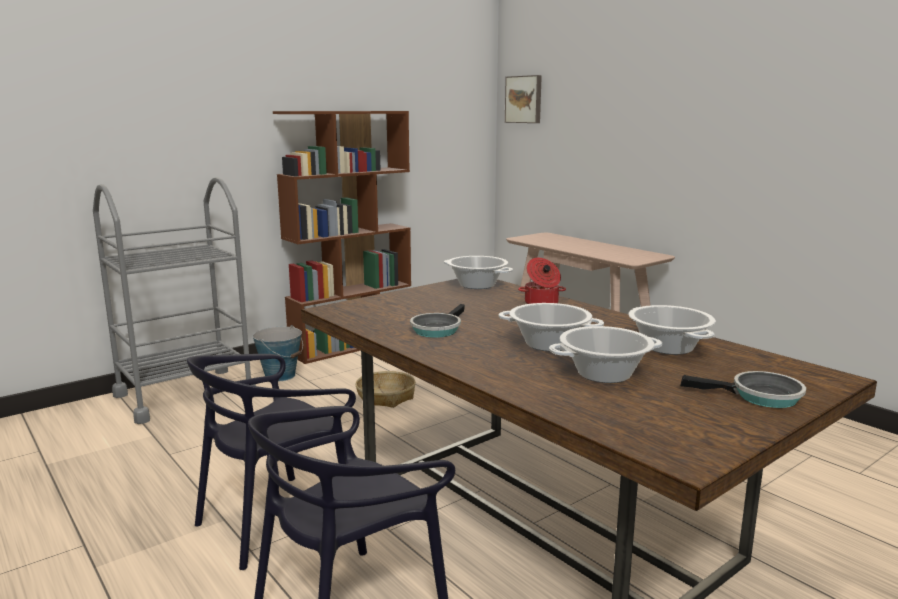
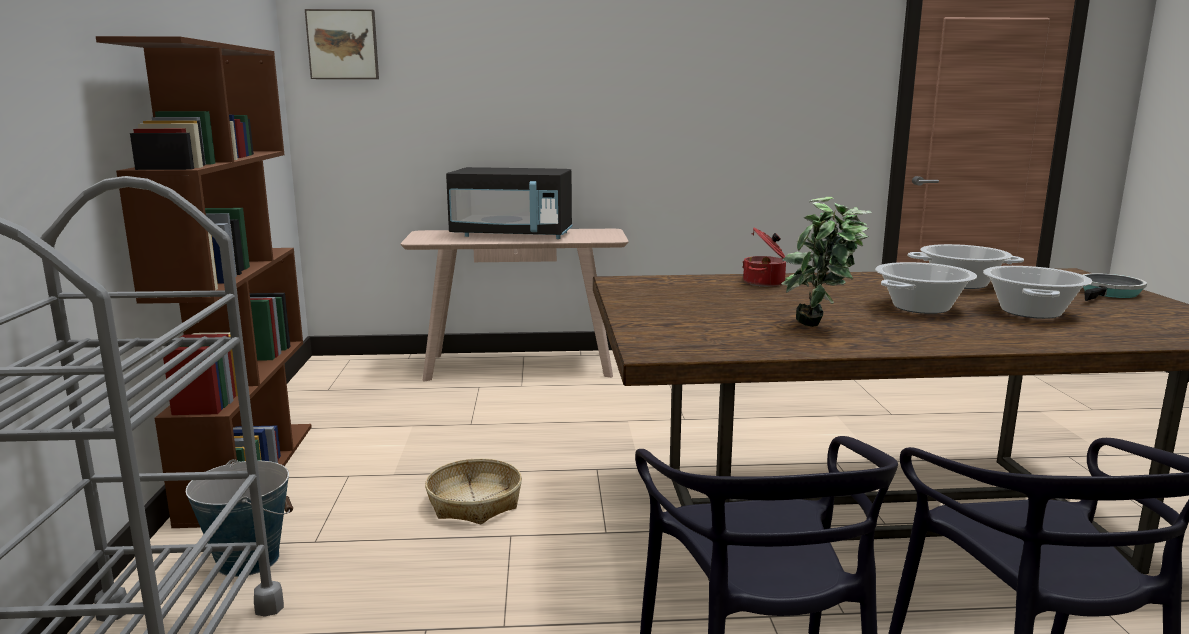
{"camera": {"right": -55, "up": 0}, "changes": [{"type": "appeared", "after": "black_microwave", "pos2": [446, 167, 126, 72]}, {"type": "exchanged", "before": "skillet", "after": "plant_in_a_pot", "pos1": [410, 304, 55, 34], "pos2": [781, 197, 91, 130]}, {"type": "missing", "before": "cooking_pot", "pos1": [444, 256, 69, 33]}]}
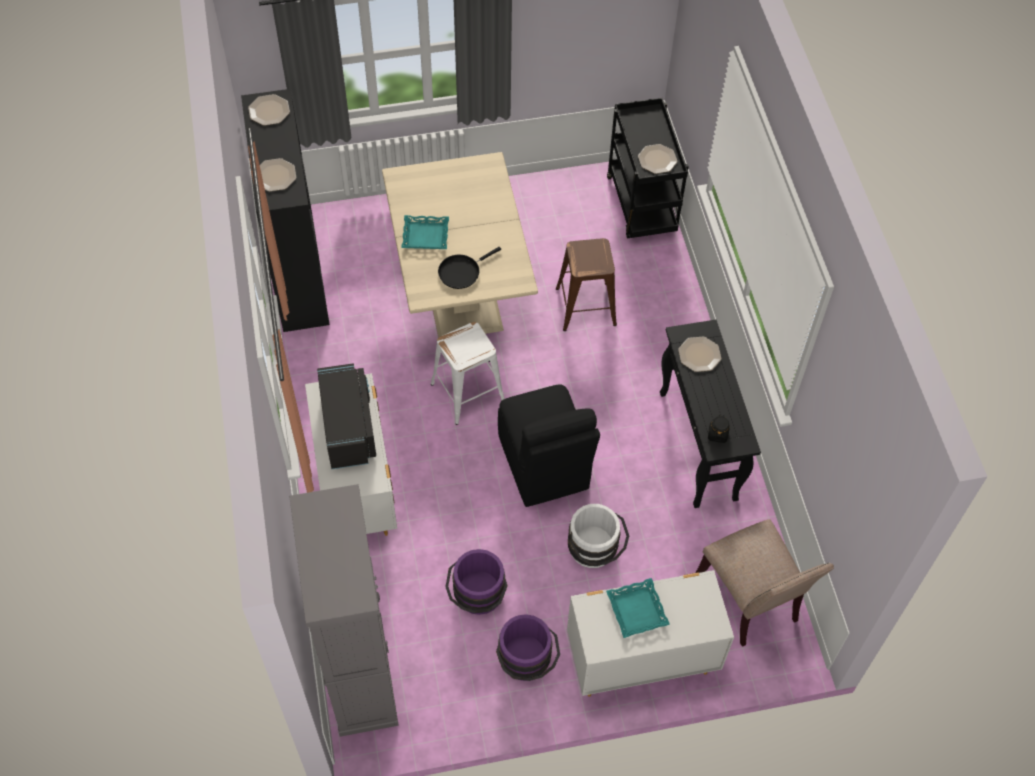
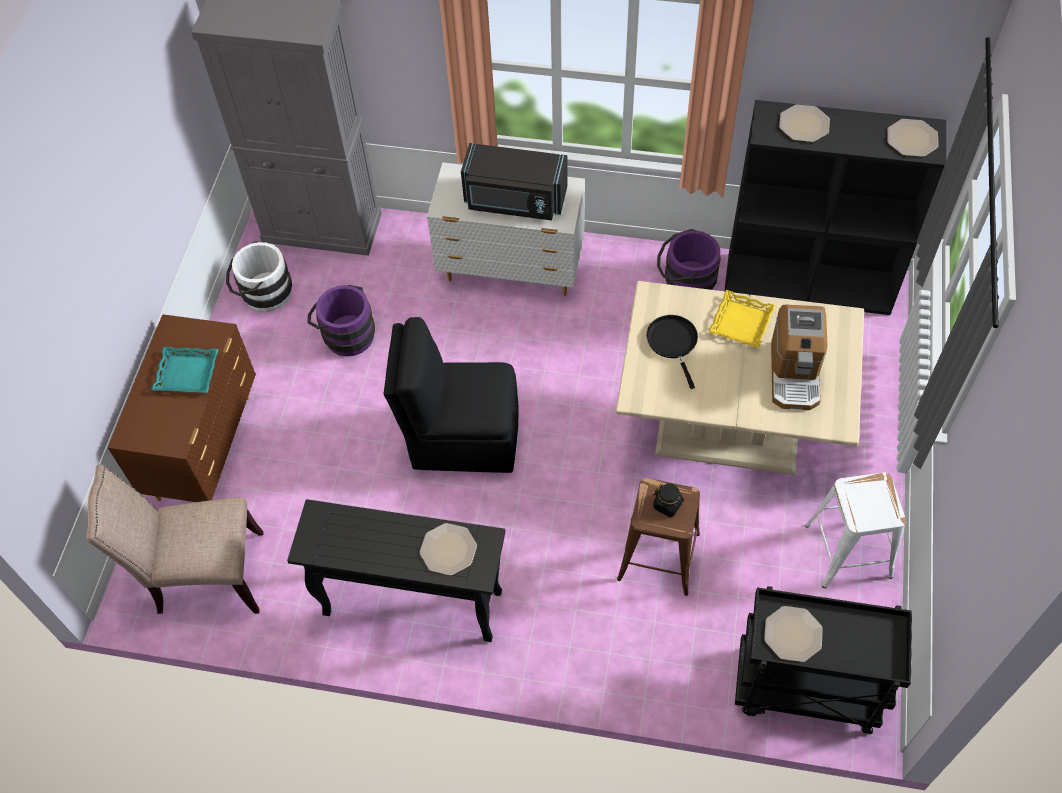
{"camera": {"right": 115, "up": 0}, "changes": [{"type": "colour", "before": "whitish_chest_of_drawers", "after": "brownish_chest_of_drawers", "pos1": [567, 570, 167, 127], "pos2": [108, 314, 148, 188]}, {"type": "relocated", "before": "whitish_water_bucket", "pos1": [568, 504, 61, 64], "pos2": [226, 241, 66, 71]}, {"type": "relocated", "before": "black_storage_jar", "pos1": [708, 415, 22, 28], "pos2": [653, 484, 31, 33]}, {"type": "relocated", "before": "purple_water_bucket", "pos1": [496, 614, 64, 67], "pos2": [657, 229, 64, 61]}, {"type": "colour", "before": "turquoise_serving_tray", "after": "yellow-coloured_serving_tray", "pos1": [401, 215, 48, 34], "pos2": [708, 290, 68, 58]}, {"type": "appeared", "after": "coffee_machine", "pos2": [771, 305, 56, 105]}, {"type": "relocated", "before": "whitish_stool_seat", "pos1": [431, 322, 74, 103], "pos2": [805, 472, 101, 116]}]}
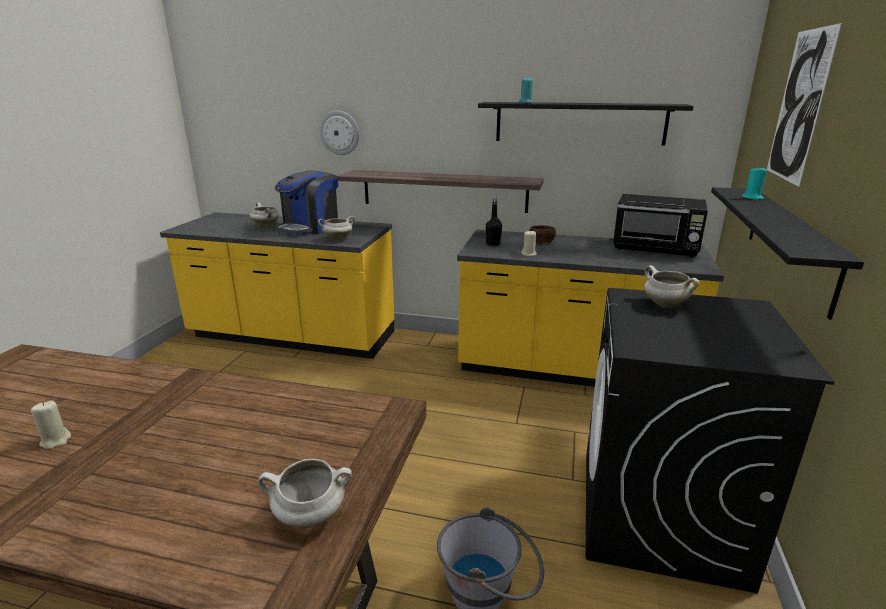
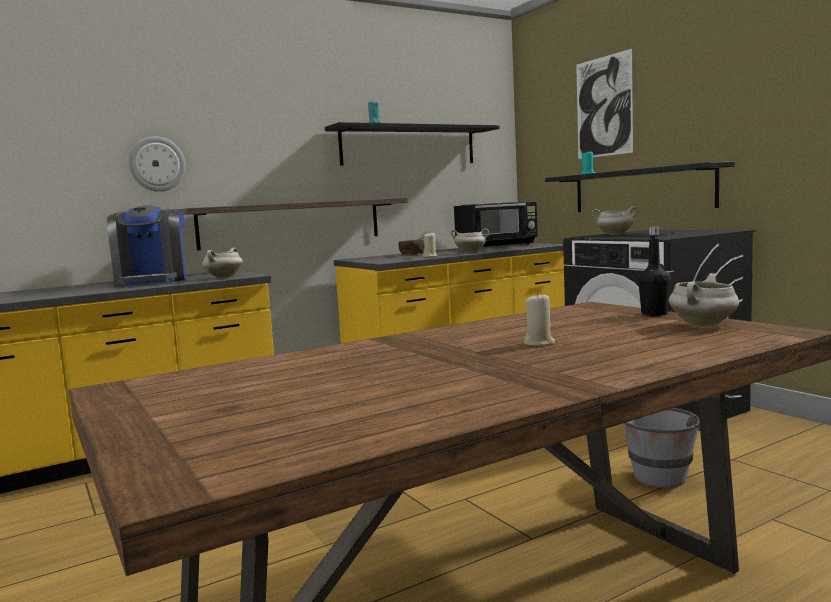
{"camera": {"right": -45, "up": -15}, "changes": [{"type": "relocated", "before": "whitish_cooking_pot", "pos1": [250, 203, 29, 24], "pos2": [451, 229, 38, 24]}, {"type": "relocated", "before": "beige-coloured_wax_light", "pos1": [31, 400, 40, 49], "pos2": [524, 292, 31, 54]}, {"type": "relocated", "before": "black_beverage_bottle", "pos1": [486, 197, 16, 49], "pos2": [638, 226, 33, 90]}]}
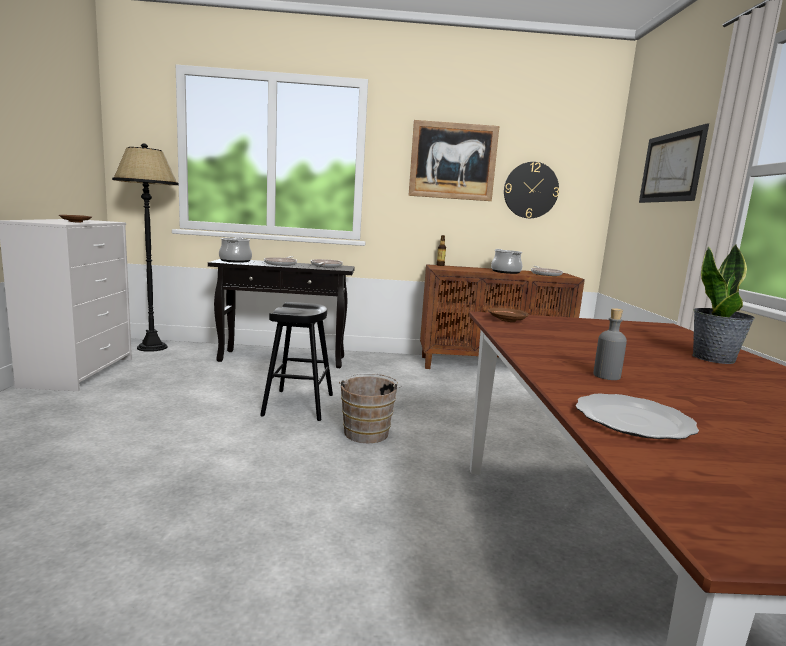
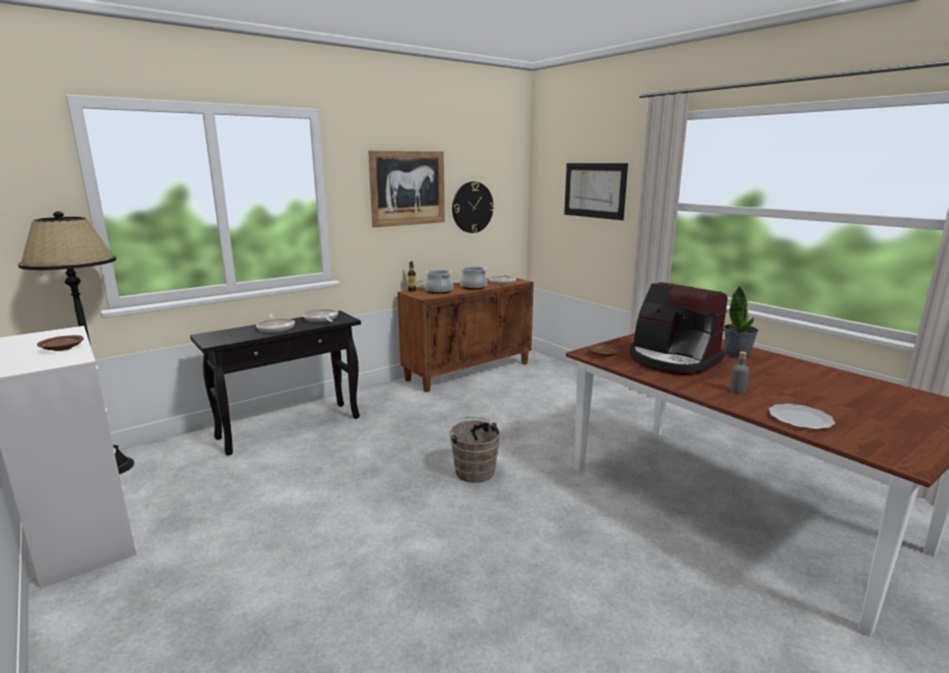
{"camera": {"right": -35, "up": 5}, "changes": [{"type": "relocated", "before": "cooking_pot", "pos1": [219, 237, 33, 26], "pos2": [424, 269, 29, 25]}, {"type": "appeared", "after": "coffee_machine", "pos2": [629, 282, 99, 94]}, {"type": "missing", "before": "black_stool_seat", "pos1": [260, 302, 73, 119]}]}
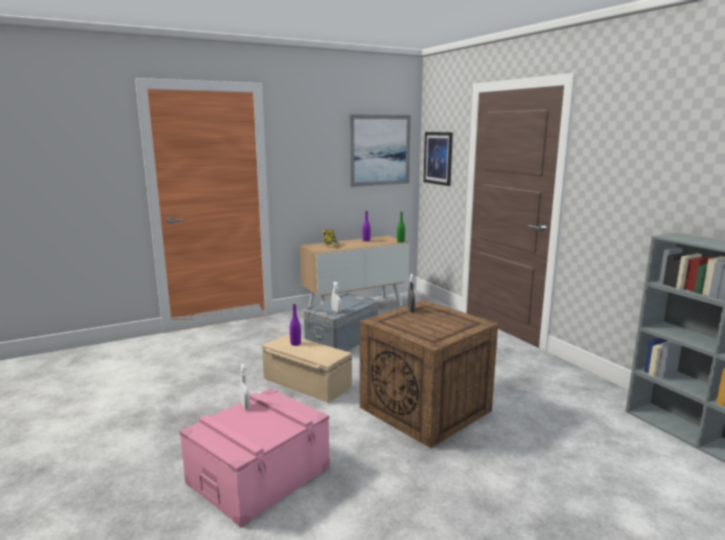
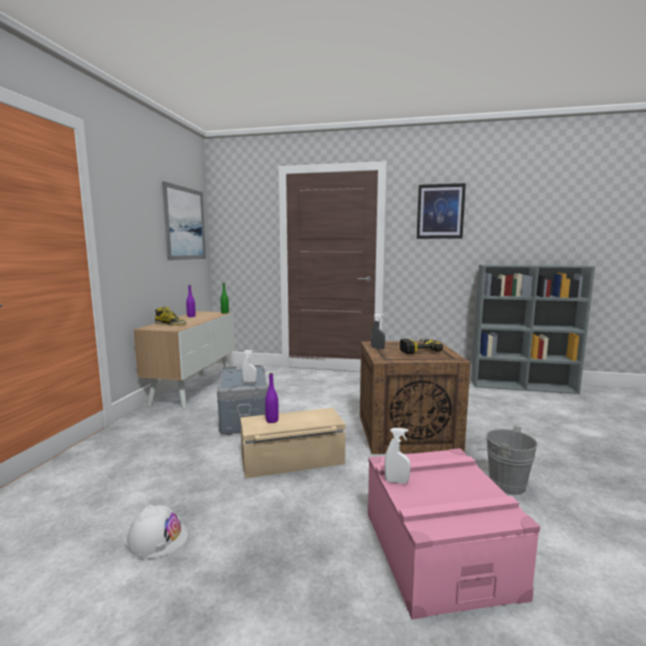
{"camera": {"right": -50, "up": -5}, "changes": [{"type": "appeared", "after": "whitish_work_helmet", "pos2": [125, 505, 63, 54]}, {"type": "appeared", "after": "drill", "pos2": [400, 338, 43, 16]}, {"type": "relocated", "before": "picture", "pos1": [423, 132, 30, 54], "pos2": [417, 183, 49, 56]}, {"type": "appeared", "after": "greyish_water_bucket", "pos2": [477, 426, 61, 69]}]}
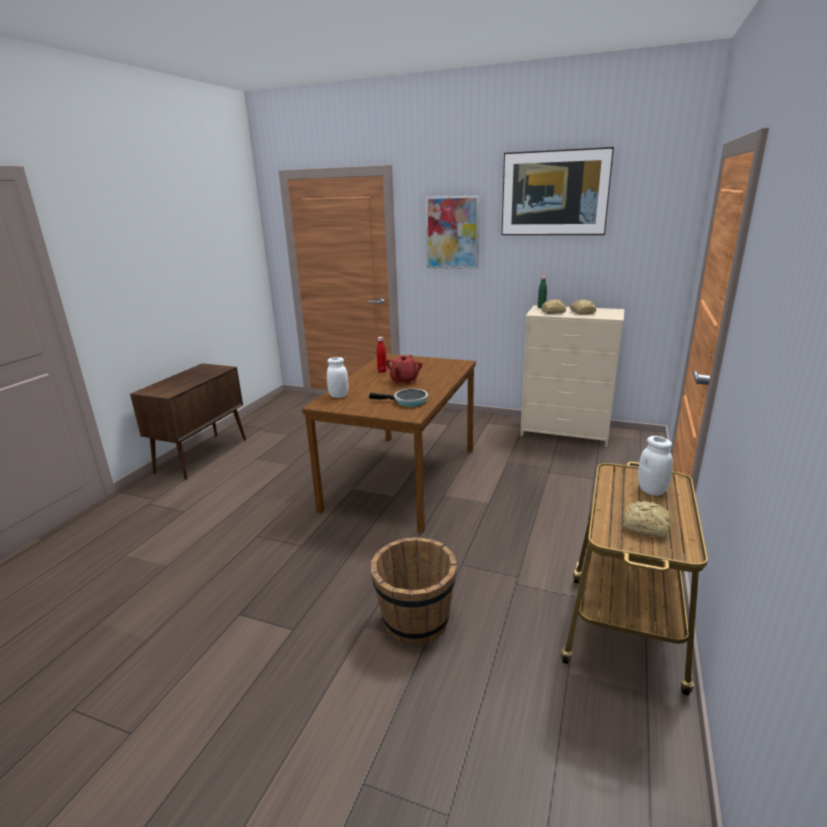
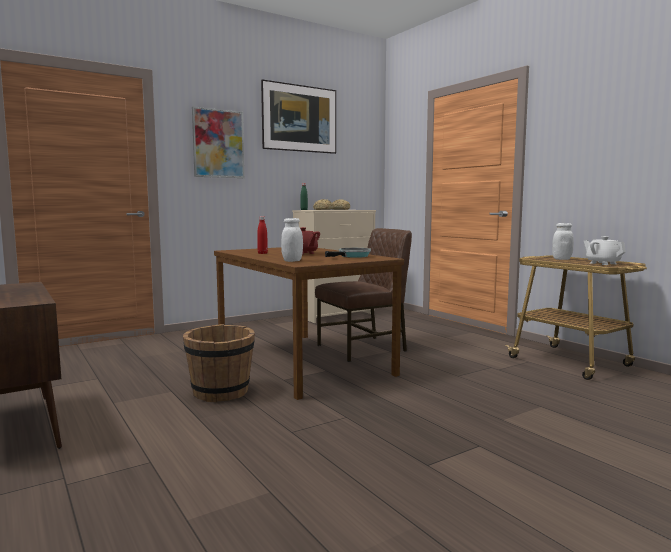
{"camera": {"right": -55, "up": -15}, "changes": [{"type": "relocated", "before": "brownish_water_bucket", "pos1": [371, 537, 86, 109], "pos2": [183, 324, 72, 78]}, {"type": "appeared", "after": "brownish_upright_chair", "pos2": [315, 228, 97, 134]}, {"type": "exchanged", "before": "bread", "after": "whitish_tea_pot", "pos1": [624, 501, 47, 37], "pos2": [584, 236, 42, 29]}]}
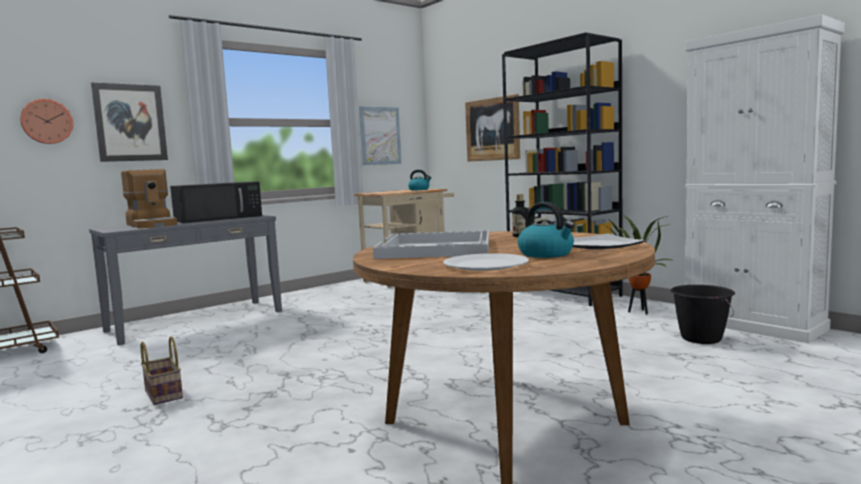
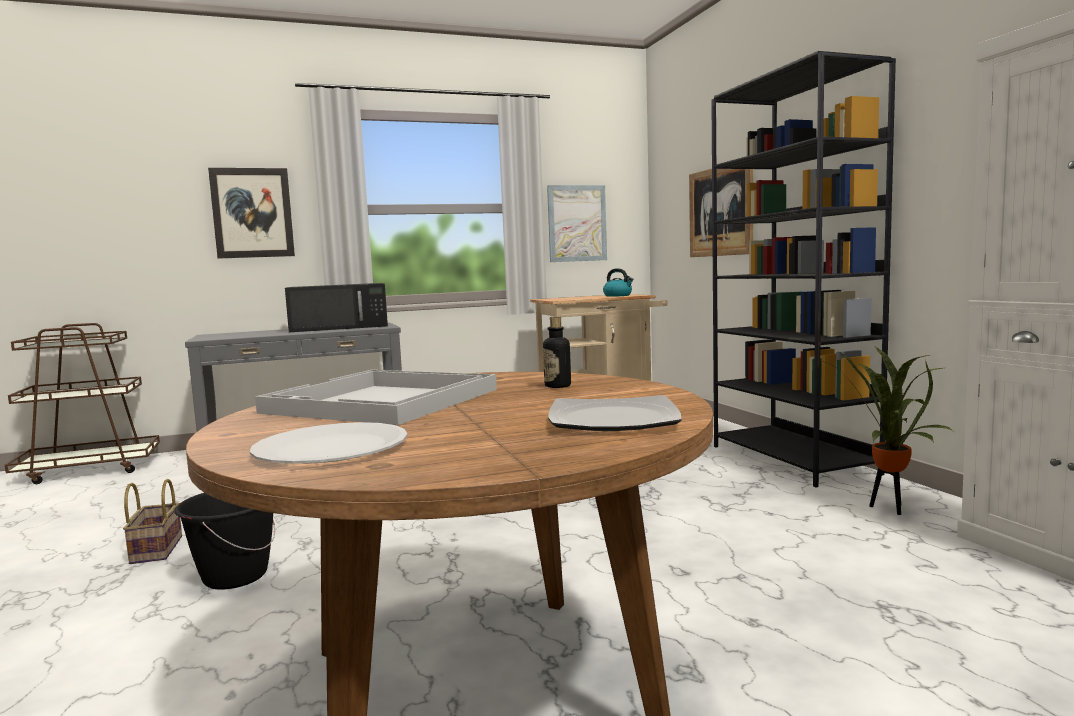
{"camera": {"right": 20, "up": 0}, "changes": [{"type": "relocated", "before": "black_water_bucket", "pos1": [671, 285, 64, 59], "pos2": [174, 493, 101, 97]}, {"type": "missing", "before": "clock_on_the_wall", "pos1": [20, 99, 53, 45]}, {"type": "missing", "before": "coffee_machine", "pos1": [121, 169, 56, 59]}, {"type": "missing", "before": "water_kettle", "pos1": [518, 202, 57, 56]}]}
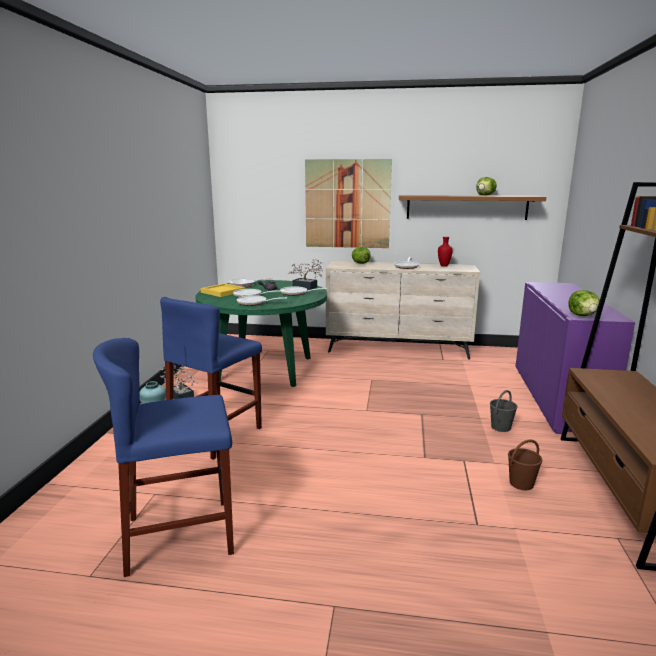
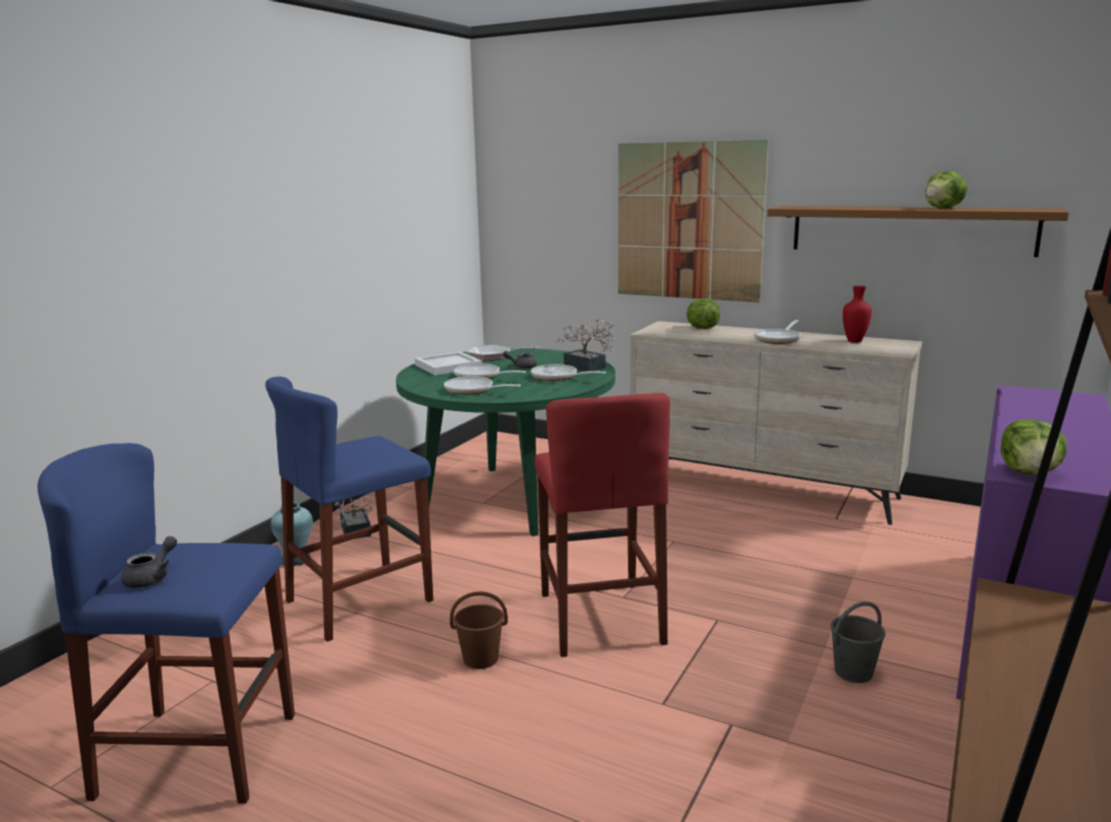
{"camera": {"right": 20, "up": 0}, "changes": [{"type": "appeared", "after": "greyish_tea_pot", "pos2": [121, 536, 56, 52]}, {"type": "colour", "before": "yellow-coloured_serving_tray", "after": "whitish_serving_tray", "pos1": [200, 283, 45, 14], "pos2": [415, 352, 67, 23]}, {"type": "relocated", "before": "brownish_water_bucket", "pos1": [508, 439, 34, 51], "pos2": [450, 591, 58, 78]}, {"type": "appeared", "after": "red-coloured_stool_seat", "pos2": [535, 393, 135, 264]}]}
